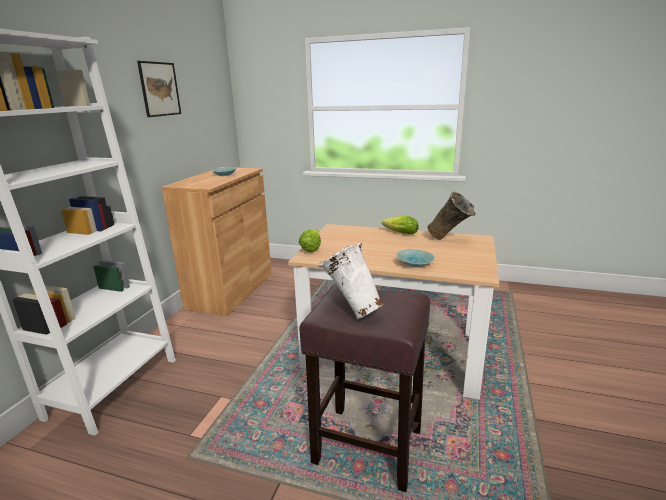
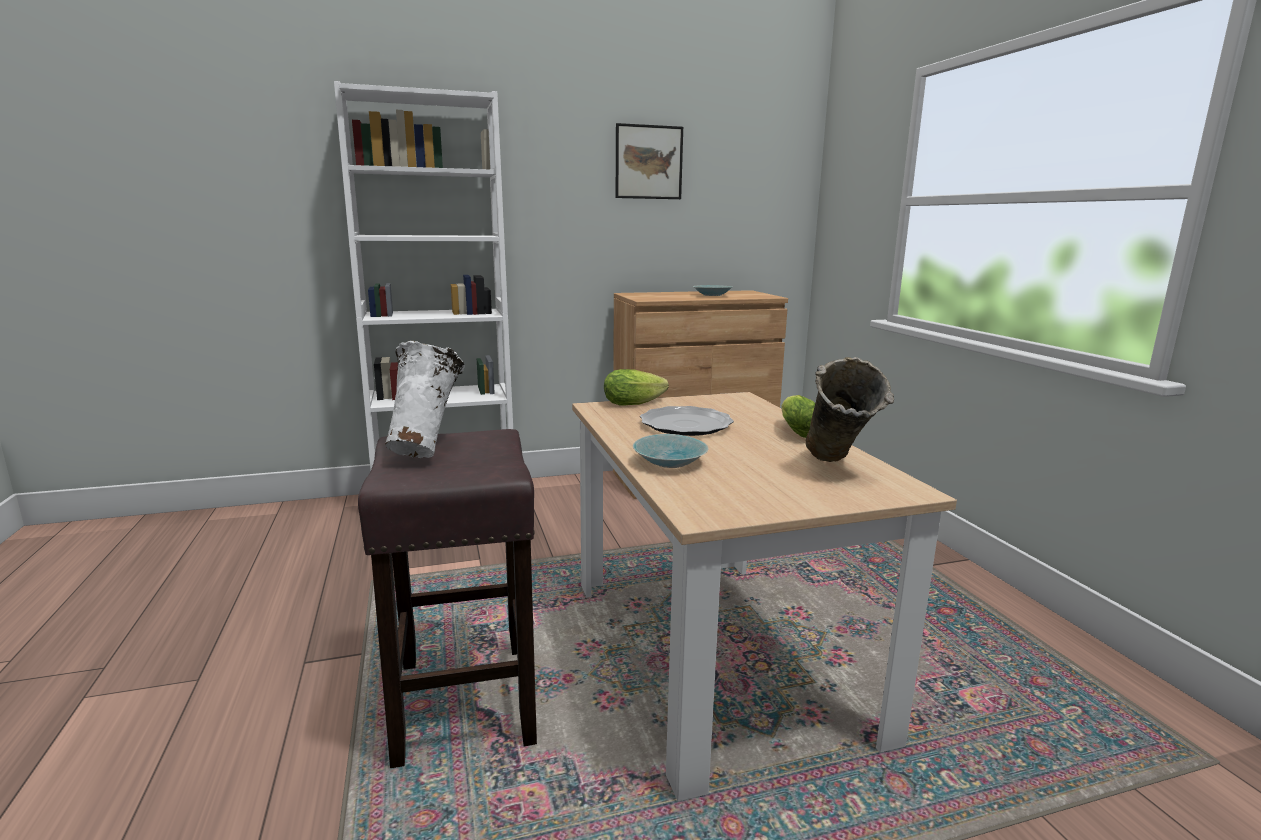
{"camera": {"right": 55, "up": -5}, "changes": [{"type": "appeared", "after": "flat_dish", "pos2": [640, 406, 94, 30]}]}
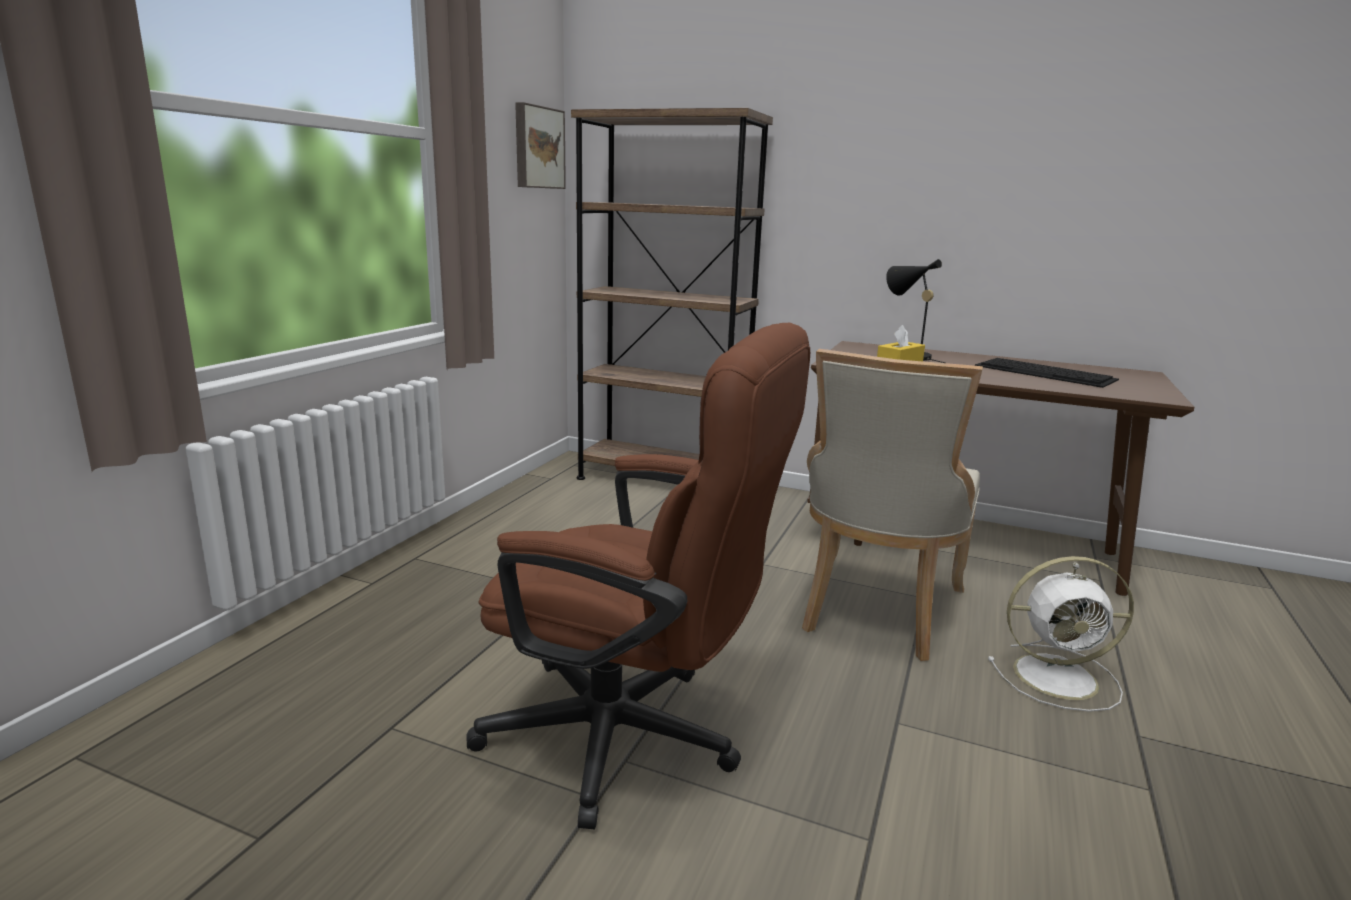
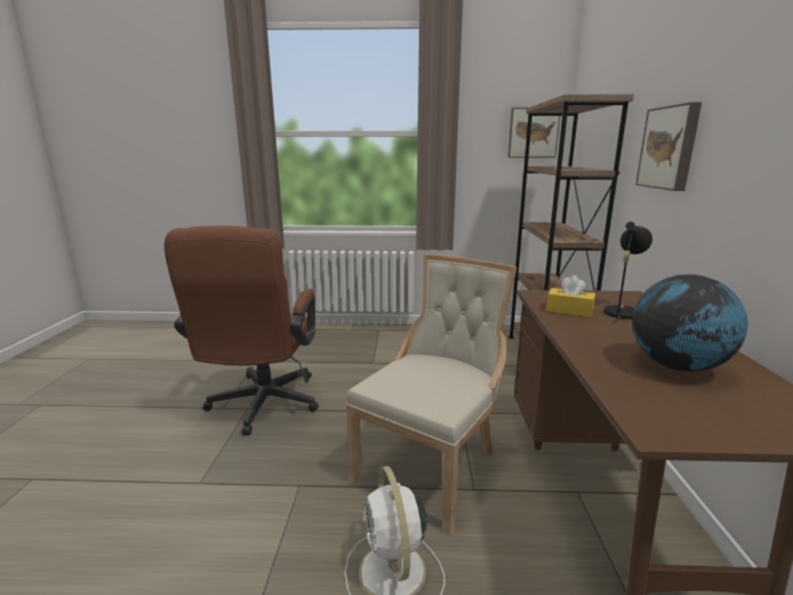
{"camera": {"right": 70, "up": 0}, "changes": [{"type": "spun", "before": "beige-coloured_upright_chair", "pos1": [802, 349, 181, 312], "pos2": [346, 254, 171, 281], "turn": 120}, {"type": "exchanged", "before": "computer_keyboard", "after": "world_globe", "pos1": [975, 358, 144, 30], "pos2": [632, 274, 116, 98]}, {"type": "appeared", "after": "picture", "pos2": [636, 102, 66, 89]}]}
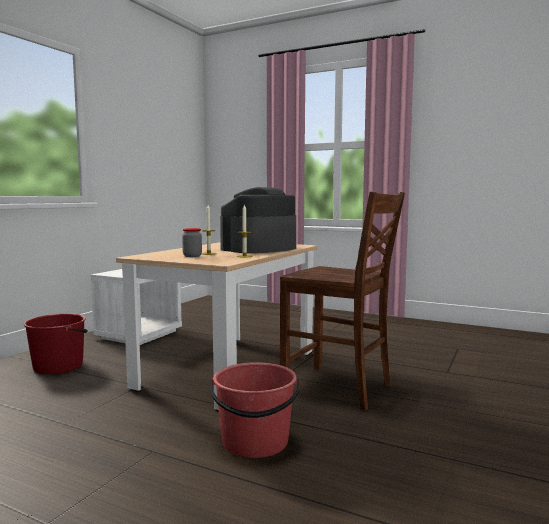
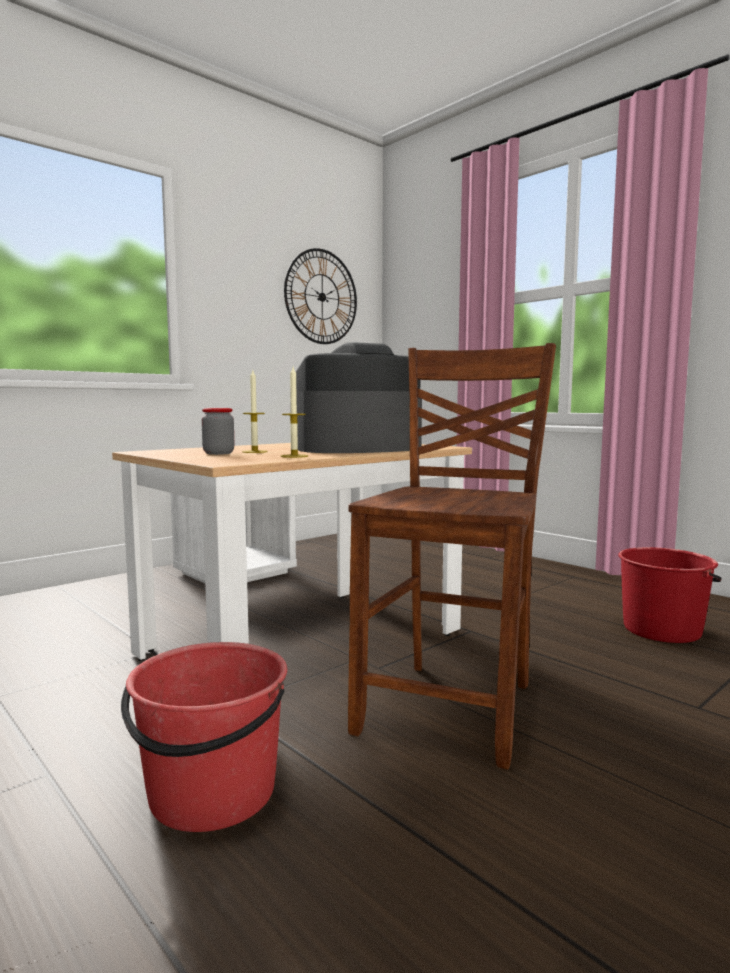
{"camera": {"right": 20, "up": 0}, "changes": [{"type": "appeared", "after": "clock_on_the_wall", "pos2": [284, 248, 73, 96]}, {"type": "spun", "before": "brownish_upright_chair", "pos1": [280, 191, 125, 219], "pos2": [348, 343, 208, 427], "turn": -120}, {"type": "relocated", "before": "red-coloured_water_bucket", "pos1": [24, 313, 64, 61], "pos2": [618, 547, 104, 96]}]}
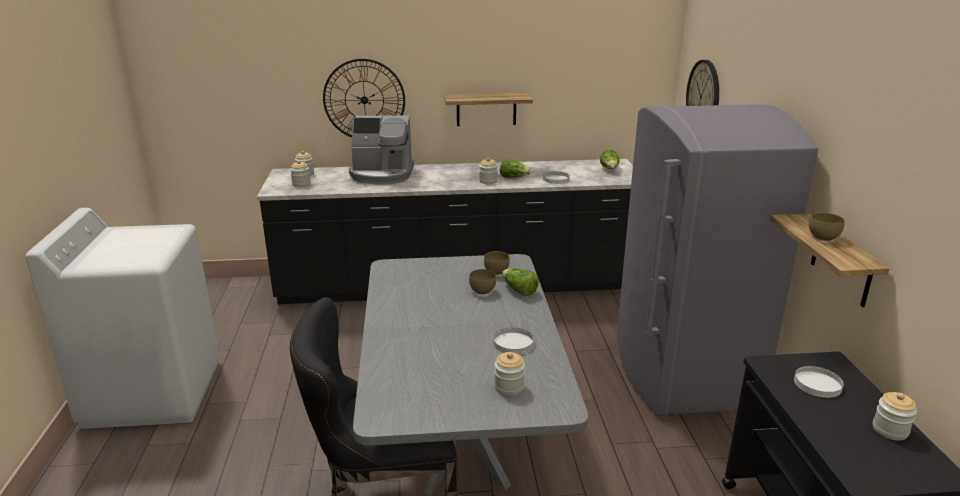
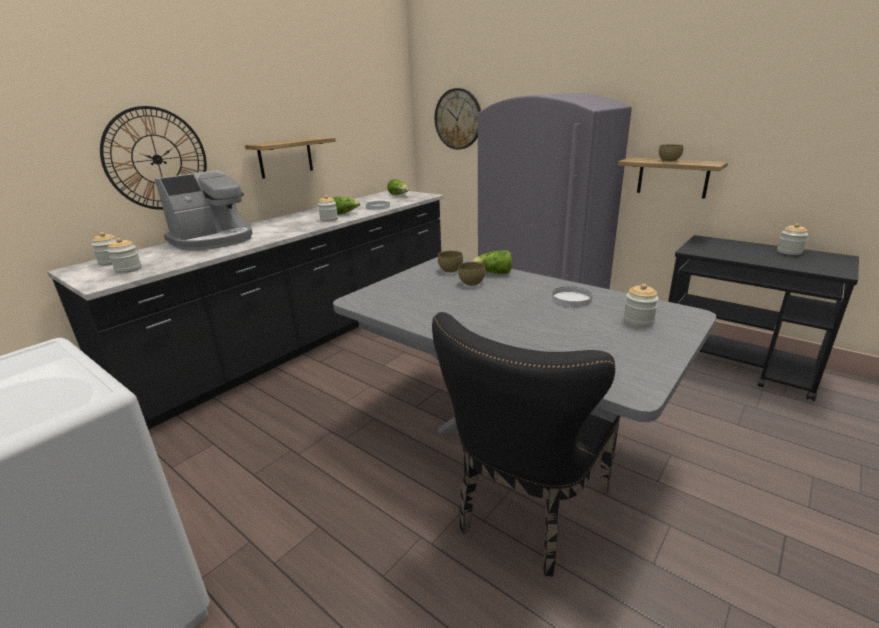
{"camera": {"right": -45, "up": 0}, "changes": [{"type": "missing", "before": "whitish_flat_dish", "pos1": [794, 366, 50, 32]}]}
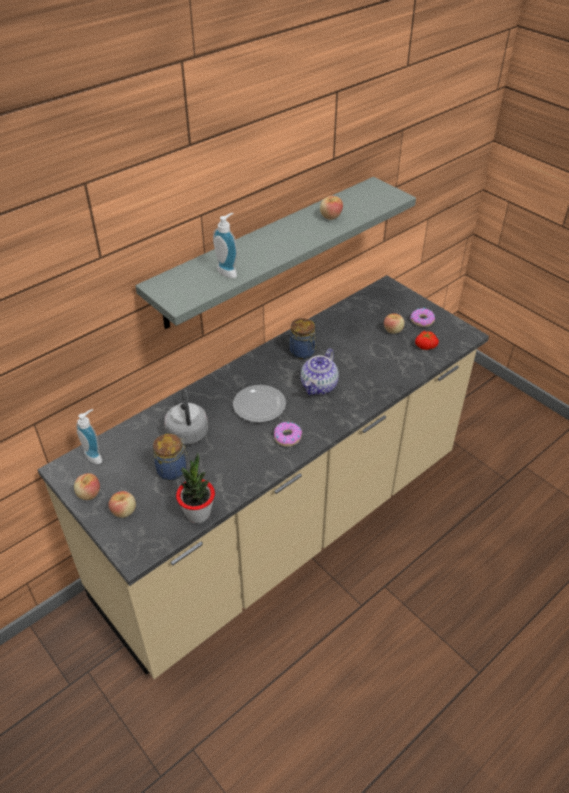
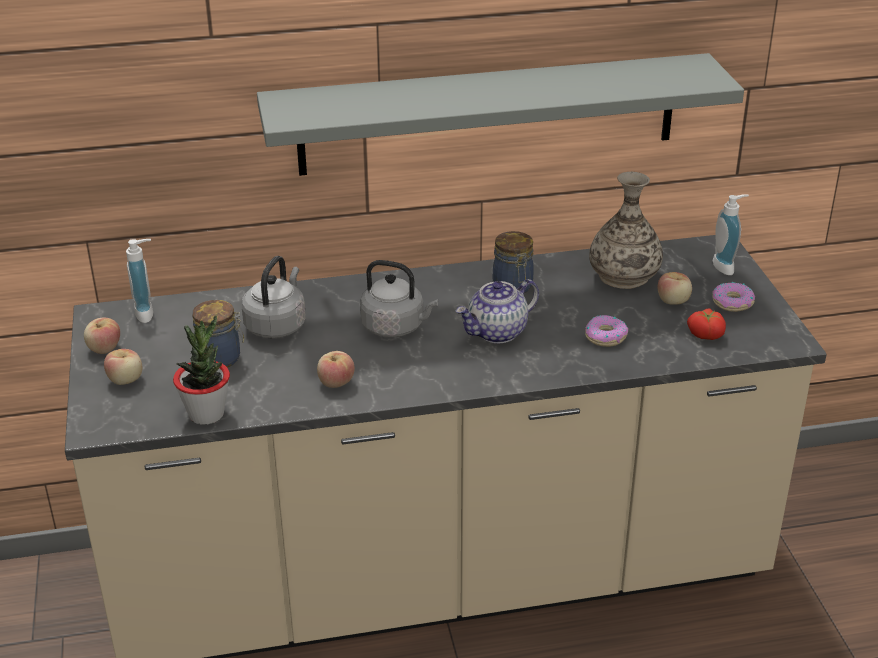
{"camera": {"right": 30, "up": -10}, "changes": [{"type": "relocated", "before": "apple_fruit", "pos1": [320, 196, 23, 24], "pos2": [317, 351, 38, 37]}, {"type": "exchanged", "before": "flat_dish", "after": "greyish_water_kettle", "pos1": [233, 385, 53, 38], "pos2": [360, 260, 78, 78]}, {"type": "relocated", "before": "doughnut", "pos1": [274, 422, 28, 25], "pos2": [585, 315, 43, 32]}, {"type": "appeared", "after": "flower_vase", "pos2": [589, 172, 74, 117]}, {"type": "relocated", "before": "soap_dispenser", "pos1": [213, 213, 24, 65], "pos2": [713, 194, 36, 81]}]}
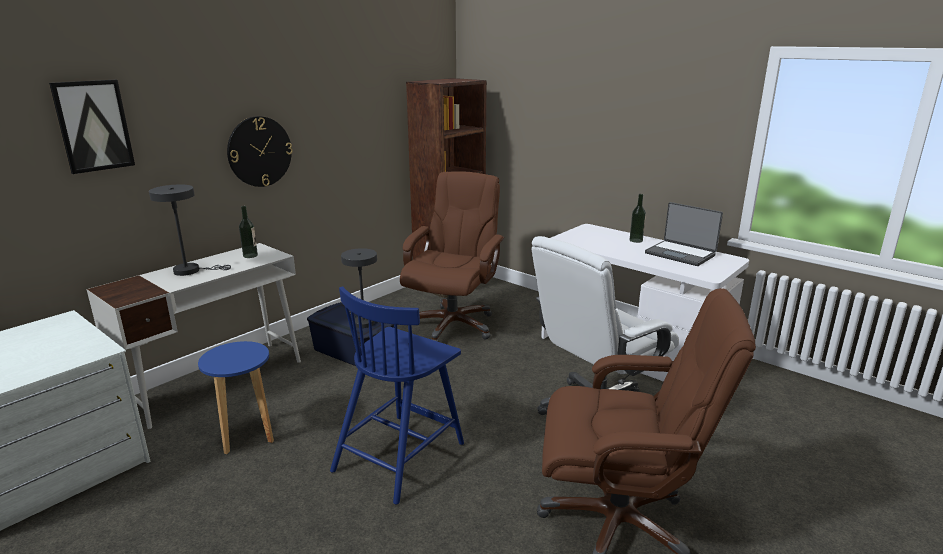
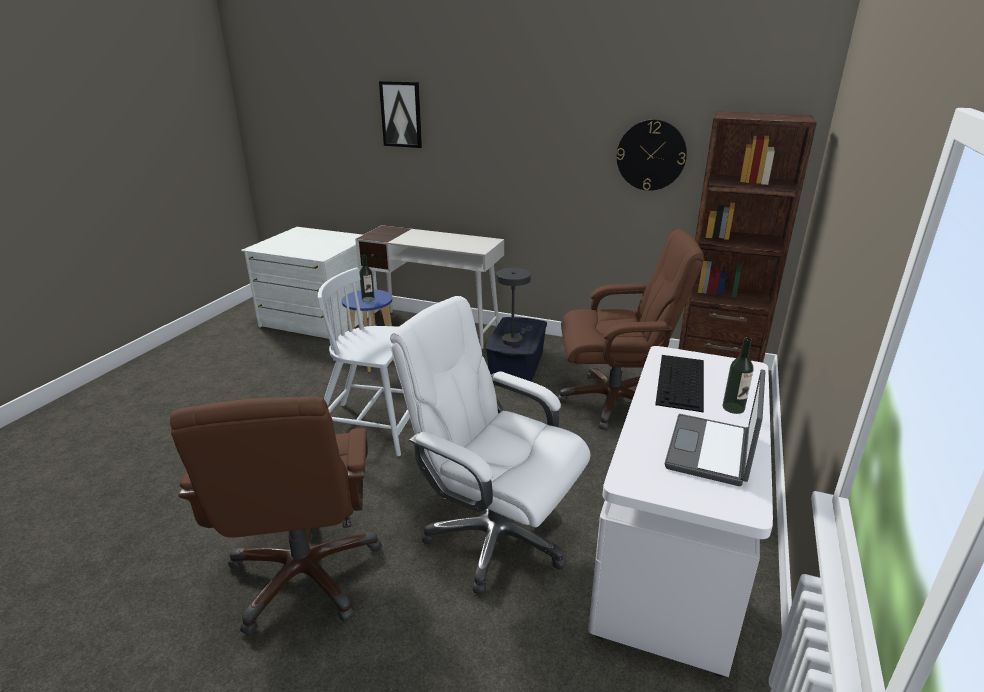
{"camera": {"right": 70, "up": 5}, "changes": [{"type": "colour", "before": "bluish_upright_chair", "after": "whitish_upright_chair", "pos1": [330, 286, 134, 219], "pos2": [318, 268, 92, 188]}, {"type": "relocated", "before": "beverage_bottle", "pos1": [239, 206, 19, 52], "pos2": [359, 254, 16, 48]}, {"type": "relocated", "before": "clock_on_the_wall", "pos1": [227, 116, 66, 71], "pos2": [617, 120, 70, 71]}, {"type": "appeared", "after": "computer_keyboard", "pos2": [655, 355, 49, 58]}, {"type": "missing", "before": "greyish_table_lamp", "pos1": [149, 184, 82, 92]}]}
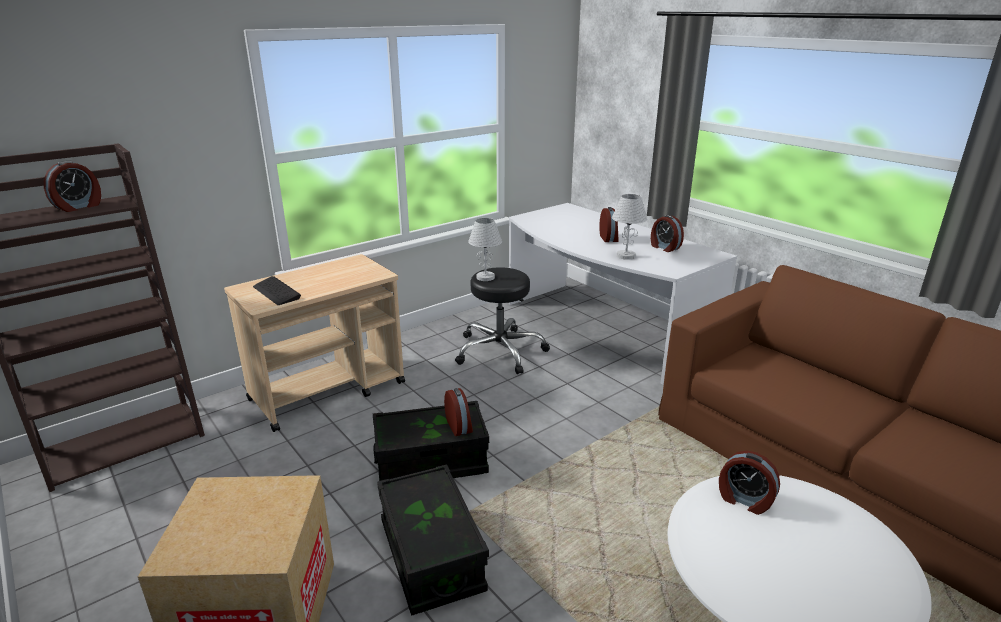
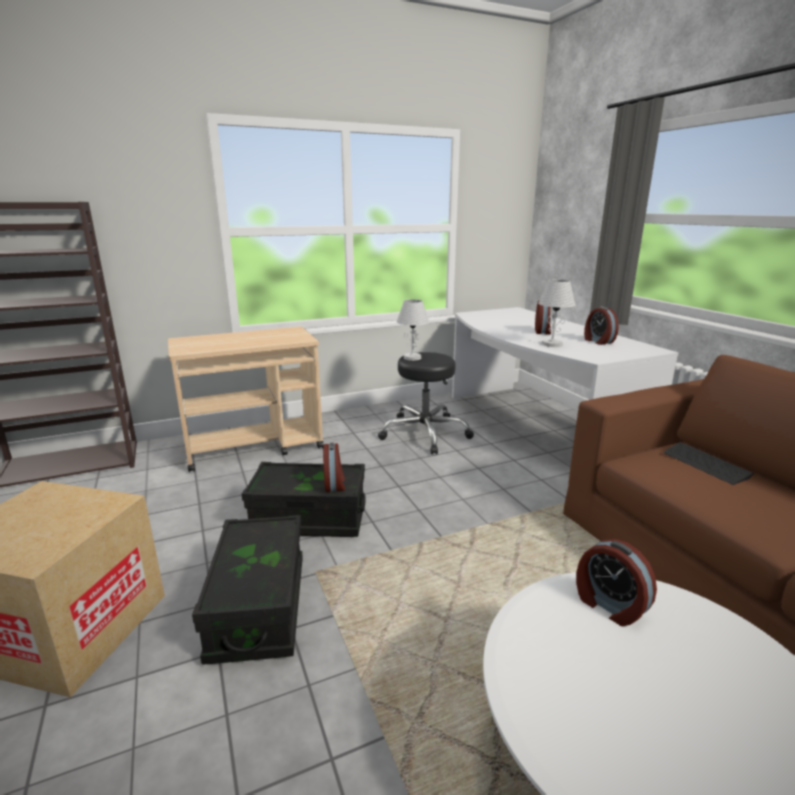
{"camera": {"right": 15, "up": -5}, "changes": [{"type": "relocated", "before": "computer_keyboard", "pos1": [253, 276, 48, 29], "pos2": [664, 442, 90, 43]}, {"type": "missing", "before": "alarm_clock", "pos1": [44, 160, 57, 52]}]}
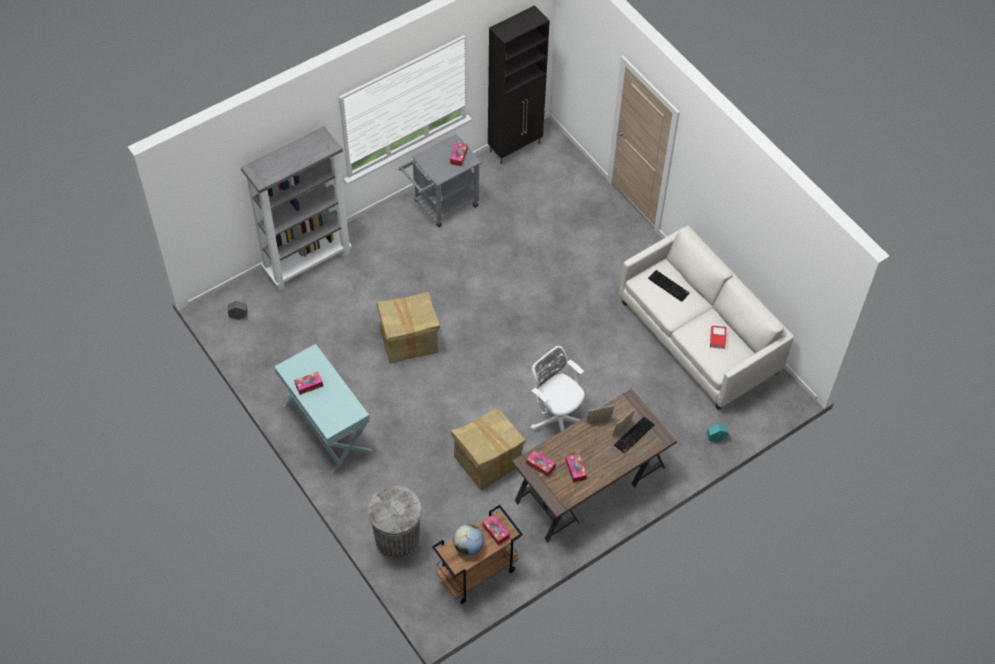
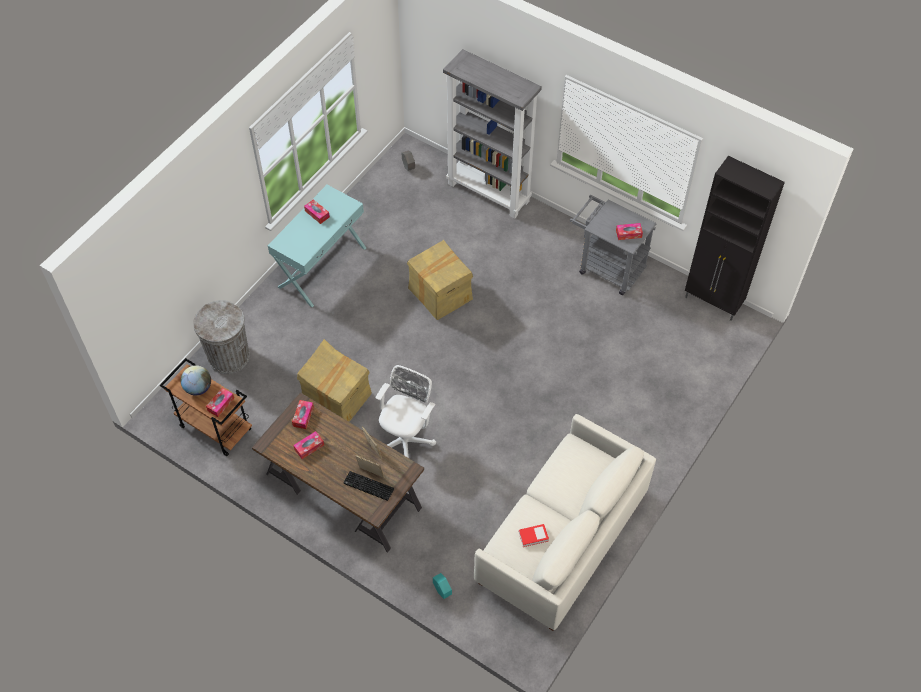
{"camera": {"right": 70, "up": 0}, "changes": [{"type": "missing", "before": "computer_keyboard", "pos1": [648, 270, 42, 32]}]}
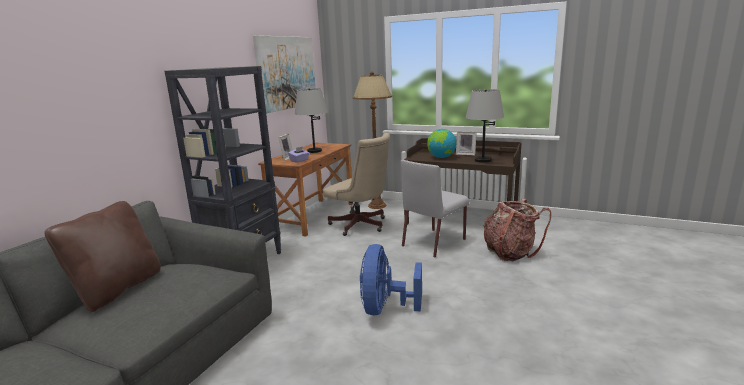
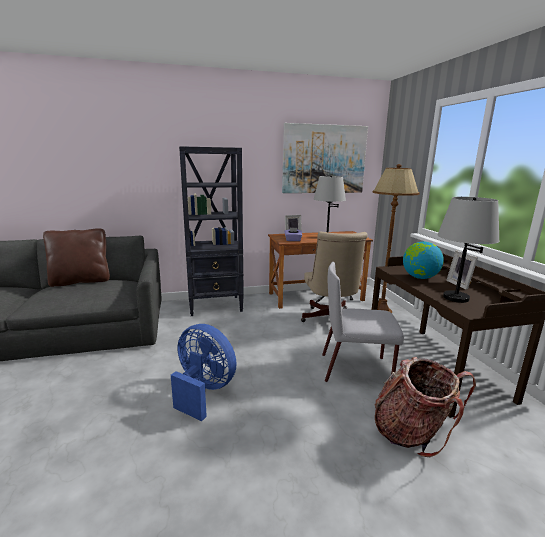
{"camera": {"right": 50, "up": 0}, "changes": [{"type": "spun", "before": "bluish_fan", "pos1": [360, 244, 62, 71], "pos2": [171, 324, 66, 97], "turn": 60}]}
